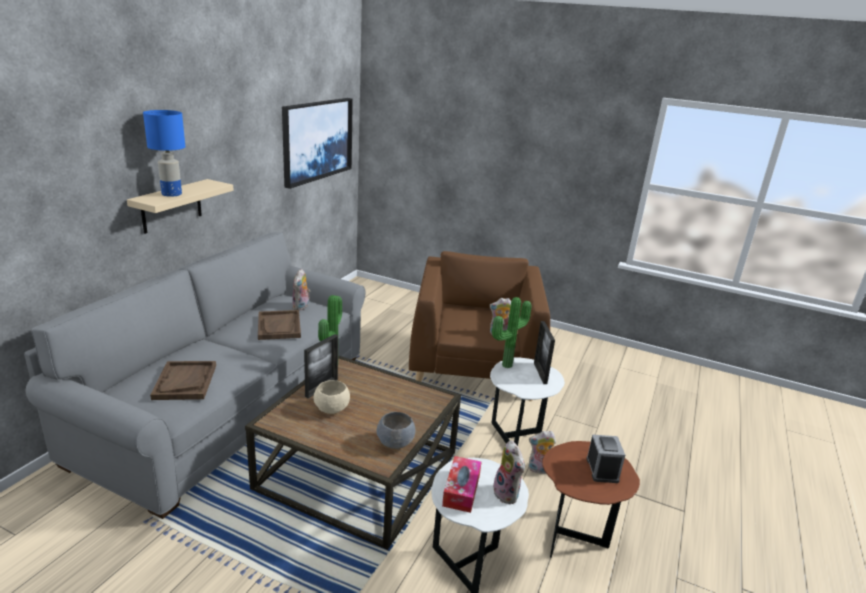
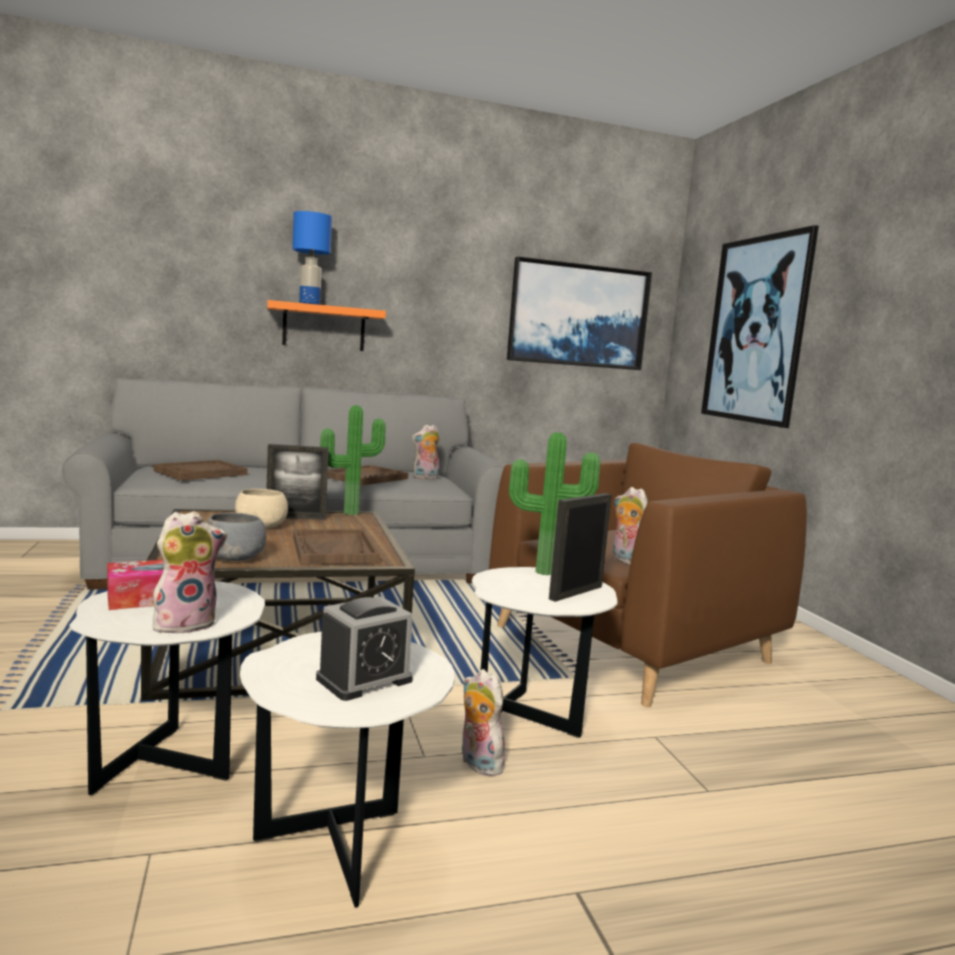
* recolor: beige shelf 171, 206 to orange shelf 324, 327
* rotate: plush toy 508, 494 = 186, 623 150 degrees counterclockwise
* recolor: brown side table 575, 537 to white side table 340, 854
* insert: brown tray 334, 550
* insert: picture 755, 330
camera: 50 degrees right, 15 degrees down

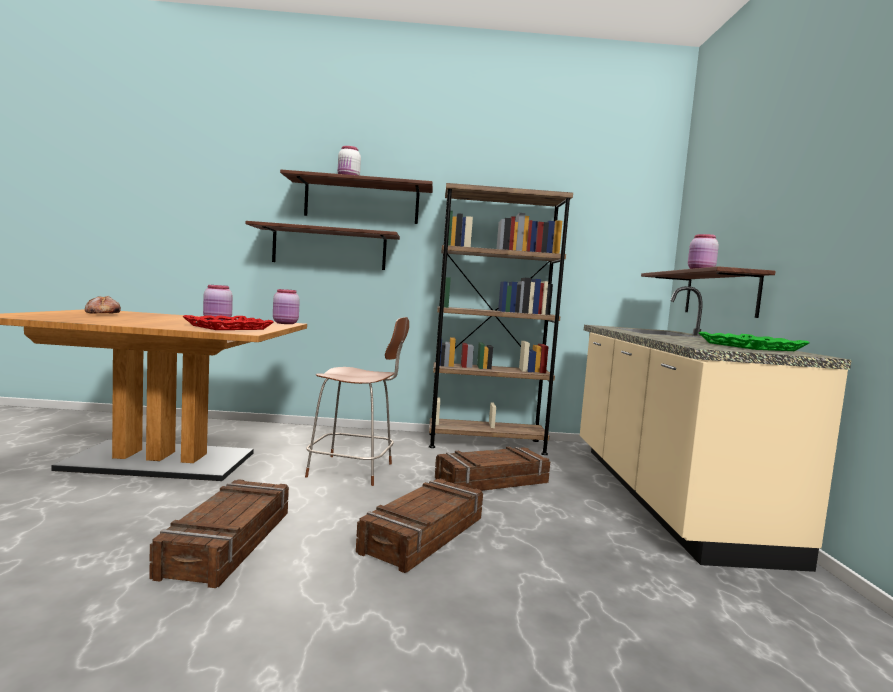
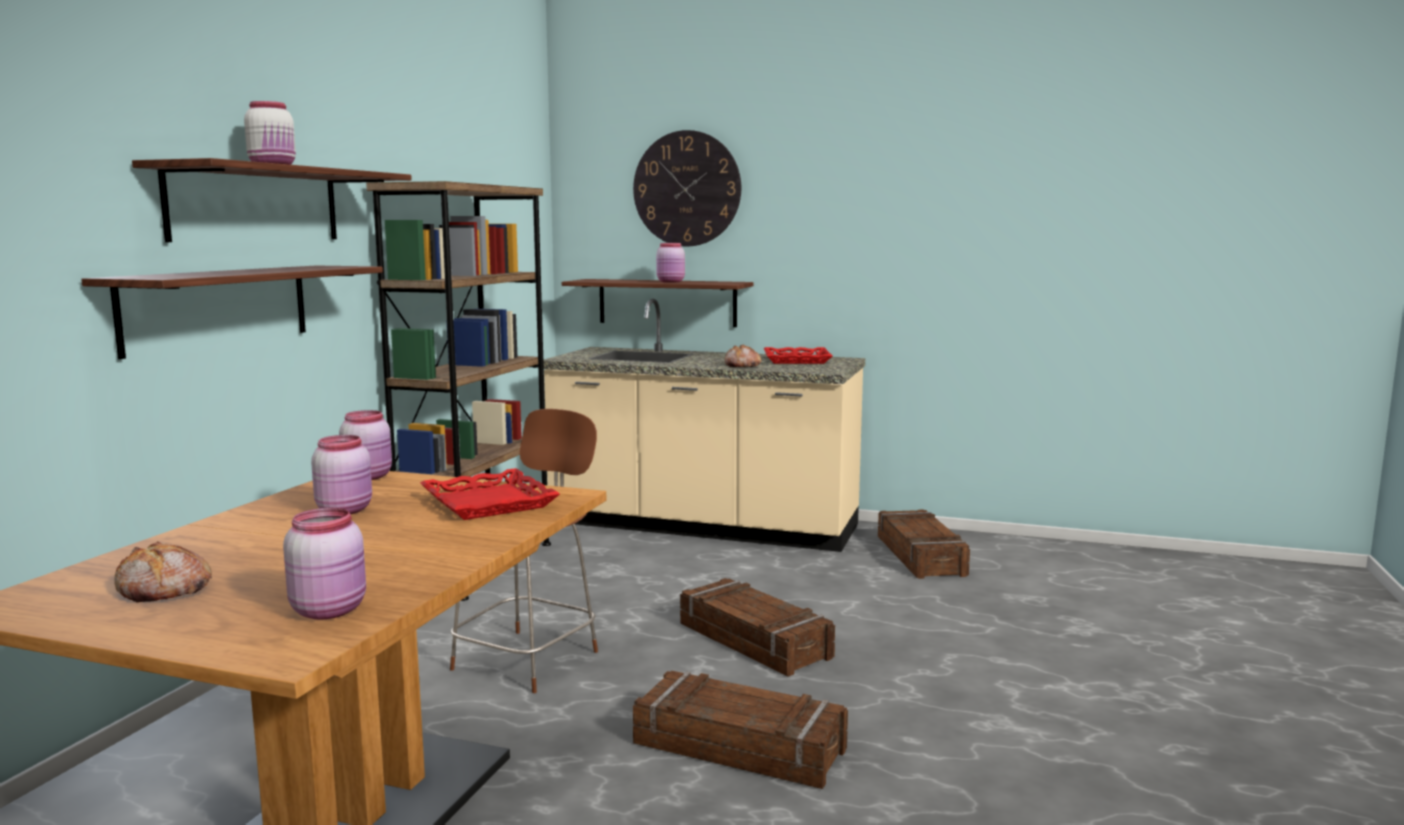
* move: crate 492, 481 to 921, 555
* recolor: green tray 751, 347 to red tray 797, 360
* insert: pink jar 331, 610
* insert: wall clock 687, 189
* insert: bread 742, 365
camera: 70 degrees left, 5 degrees up

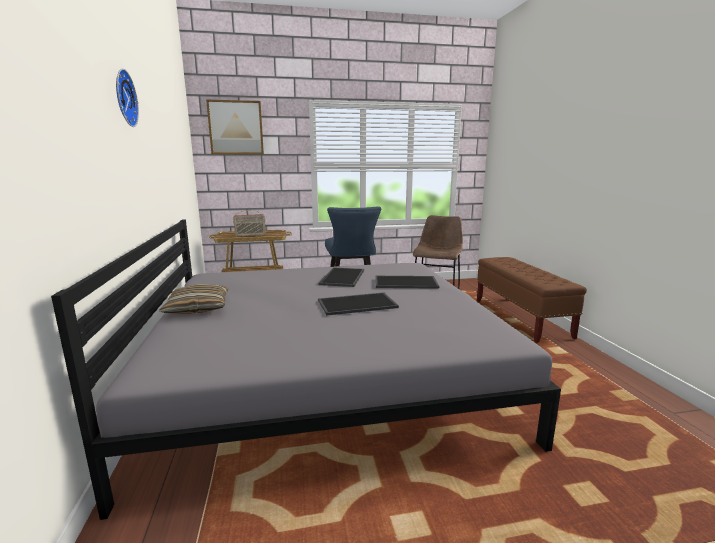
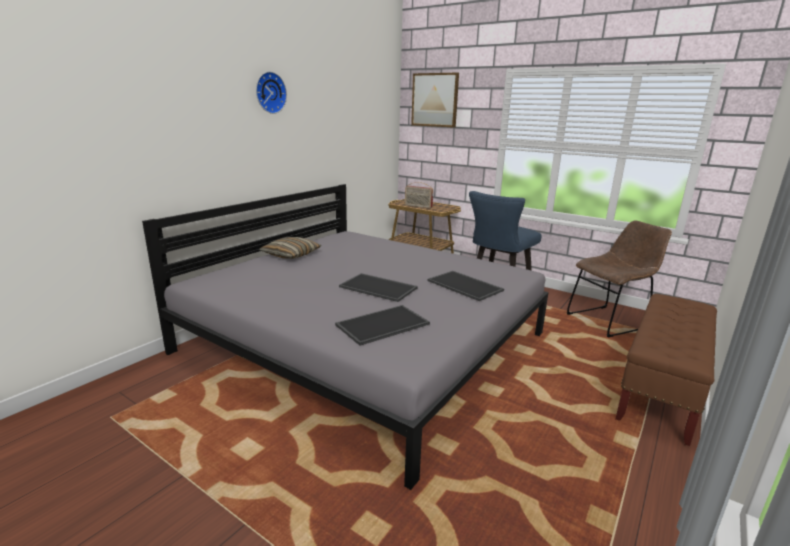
* move: tray 343, 277 to 382, 325
camera: 45 degrees right, 5 degrees up

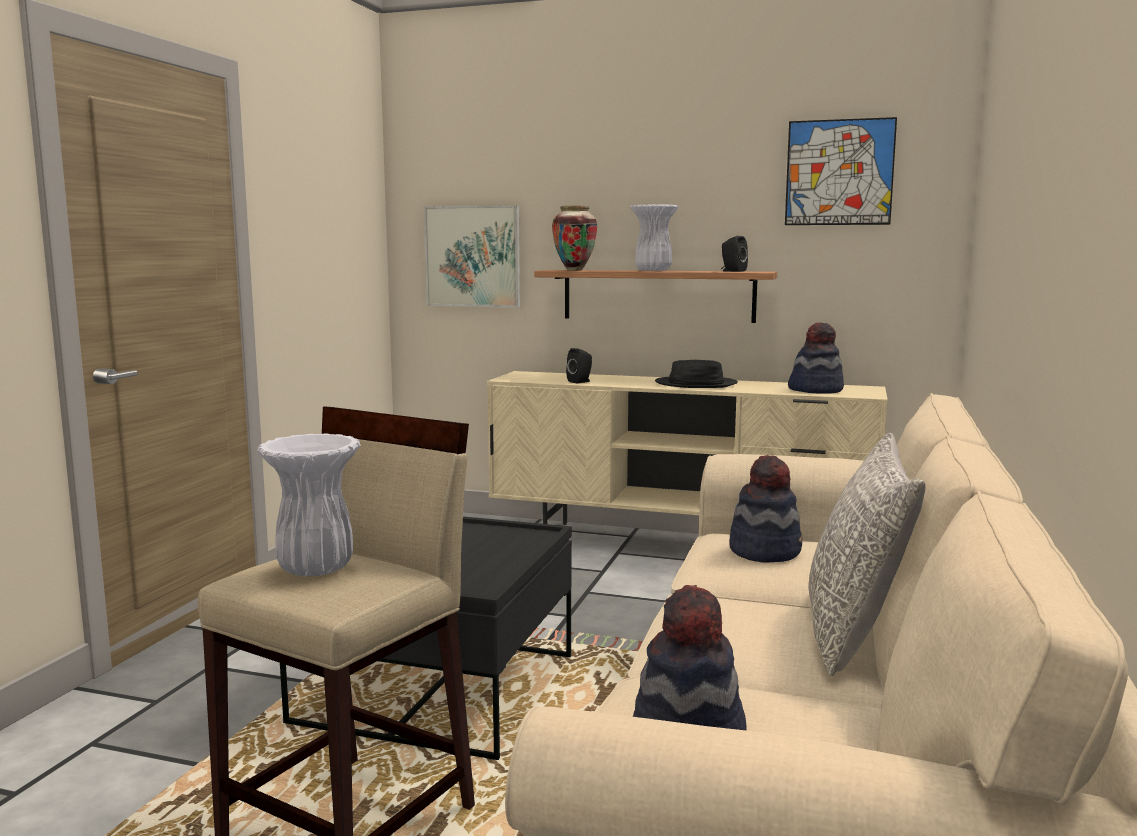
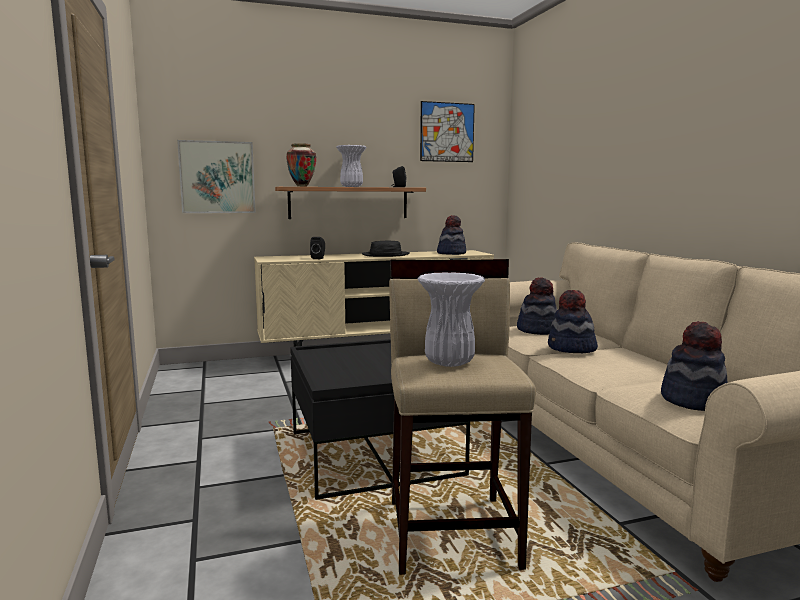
* delete: grey pillow 855, 633
* insert: hat 571, 349
camera: 35 degrees left, 0 degrees up

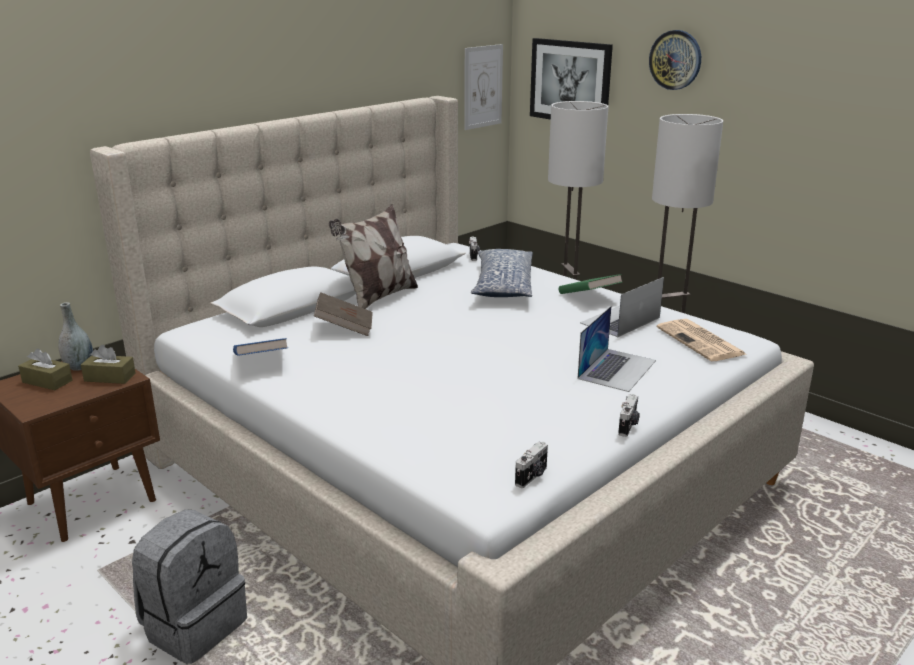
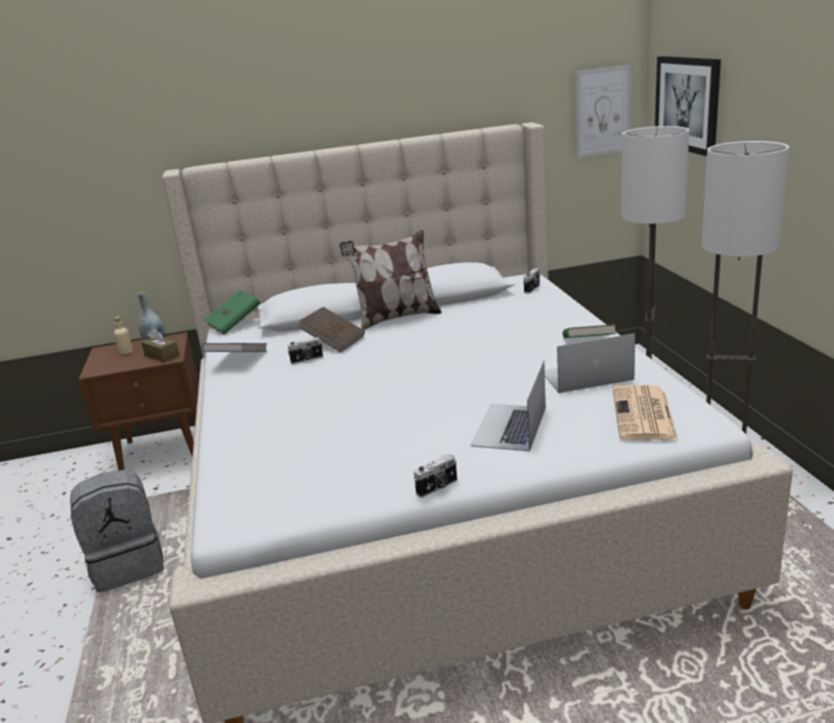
* replace: brown tissue box 47, 381 to beige bottle 126, 351
* delete: pillow 502, 285
* move: photo camera 532, 476 to 307, 359
* rotate: laptop 617, 369 = 509, 426 135 degrees clockwise
* delete: wall clock 675, 60
* insert: green book 235, 324
camera: 35 degrees right, 0 degrees up

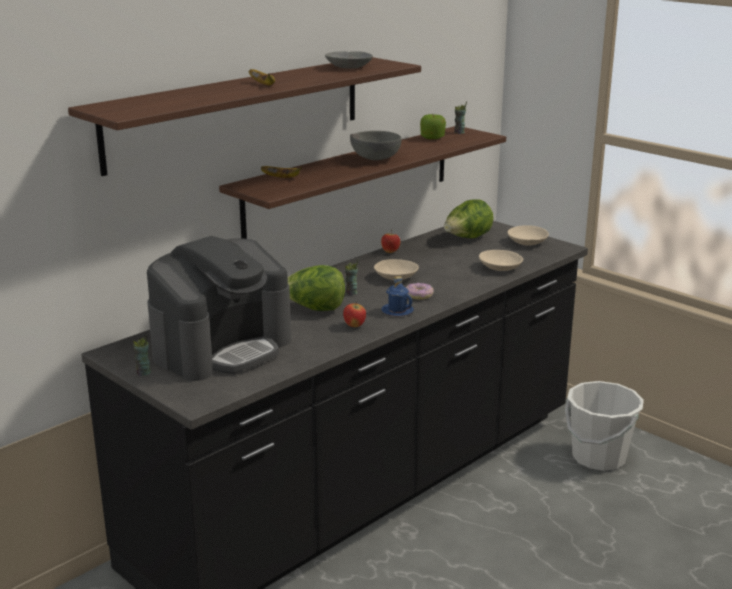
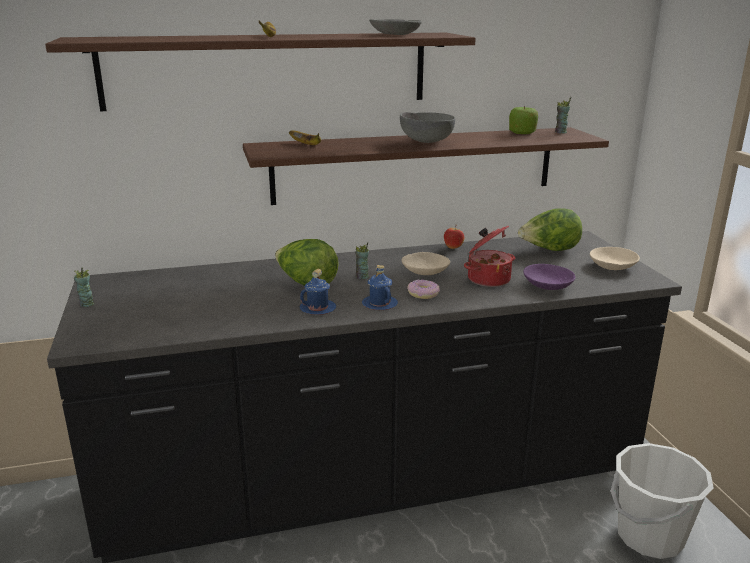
* delete: coffee machine 222, 348
* replace: apple 354, 326 to blue mug 318, 309
* recolor: beige bowl 500, 268 to purple bowl 548, 285
* insert: cooking pot 487, 279
camera: 30 degrees right, 0 degrees up

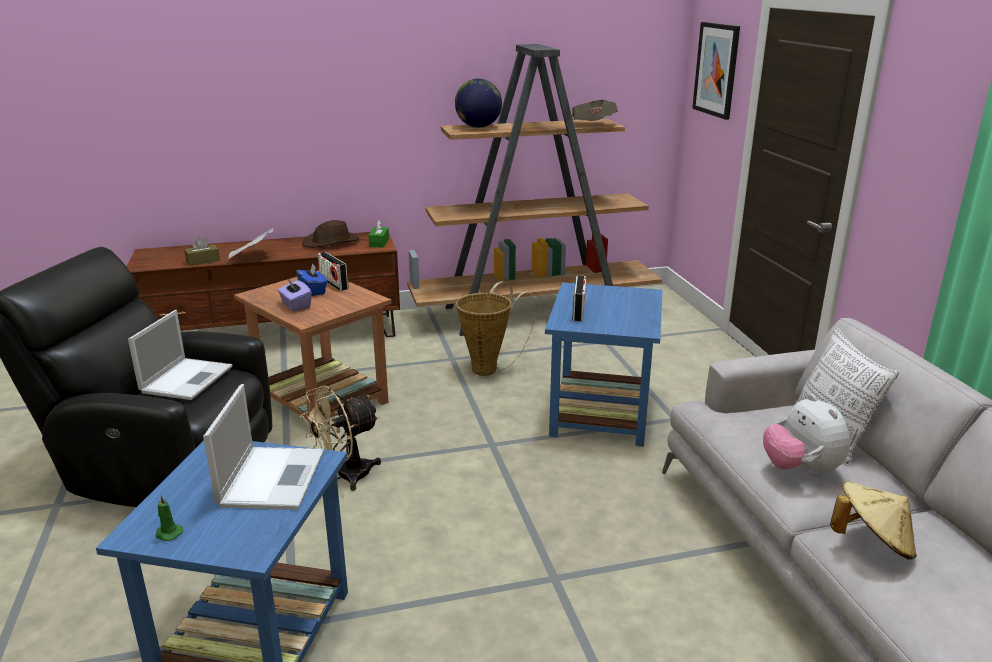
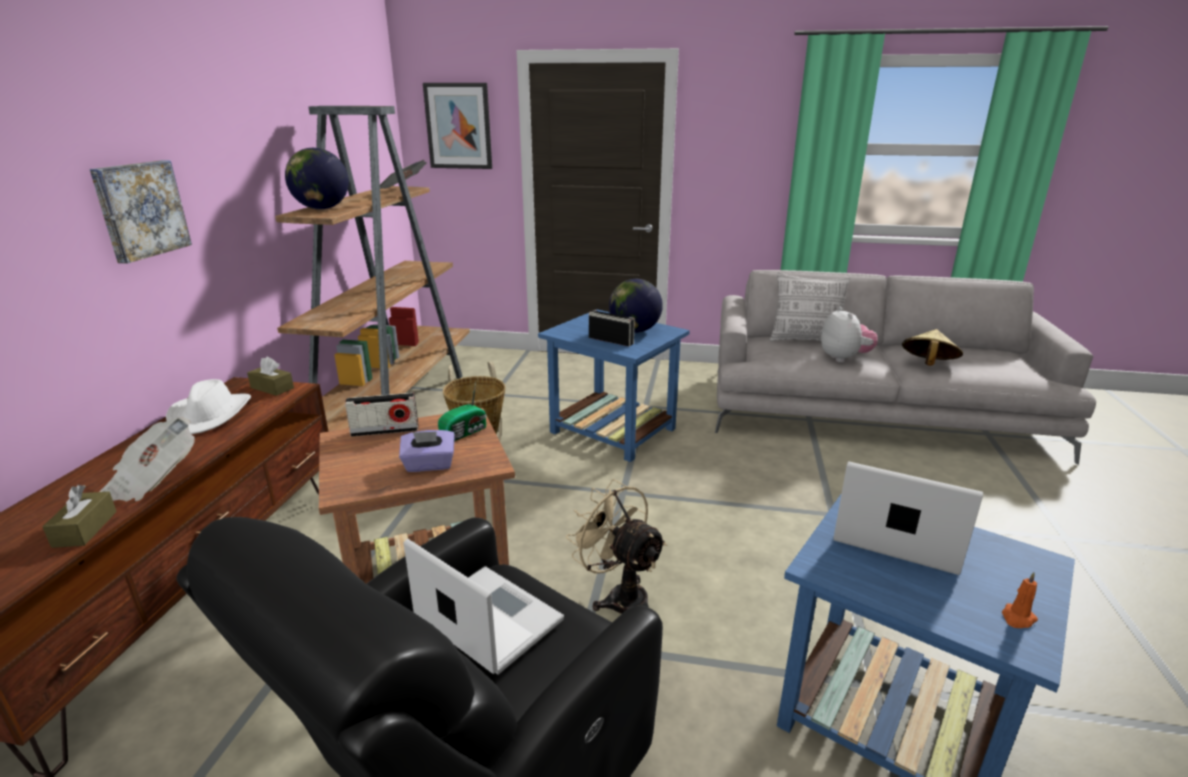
* recolor: green candle 168, 533 to orange candle 1017, 618
* delete: blue tissue box 313, 291
* rotate: beige fan 345, 476 = 620, 597 150 degrees clockwise
* recolor: brown hat 331, 242 to white hat 211, 415
* recolor: green tissue box 379, 243 to brown tissue box 272, 388
* rotate: plush toy 801, 469 = 844, 358 105 degrees counterclockwise
* insert: picture 140, 210
* insert: radio 465, 432
* insert: globe 635, 331
camera: 65 degrees left, 0 degrees up

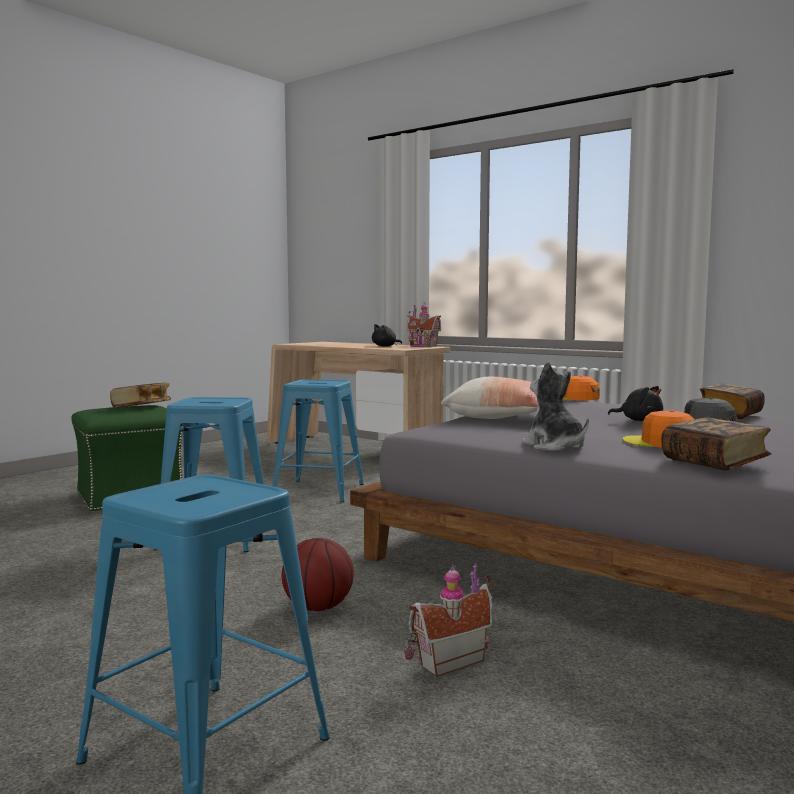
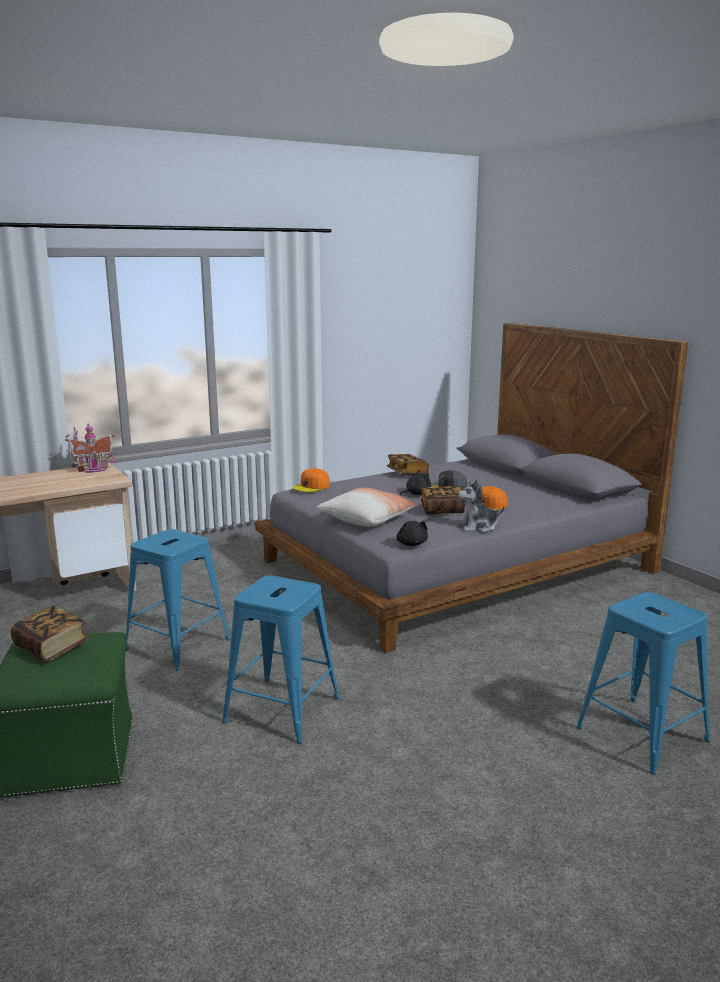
* delete: basketball 318, 608
* move: black plush toy 385, 346 to 411, 544
* delete: toy house 447, 661
* move: book 714, 463 to 442, 510
camera: 70 degrees left, 10 degrees up

